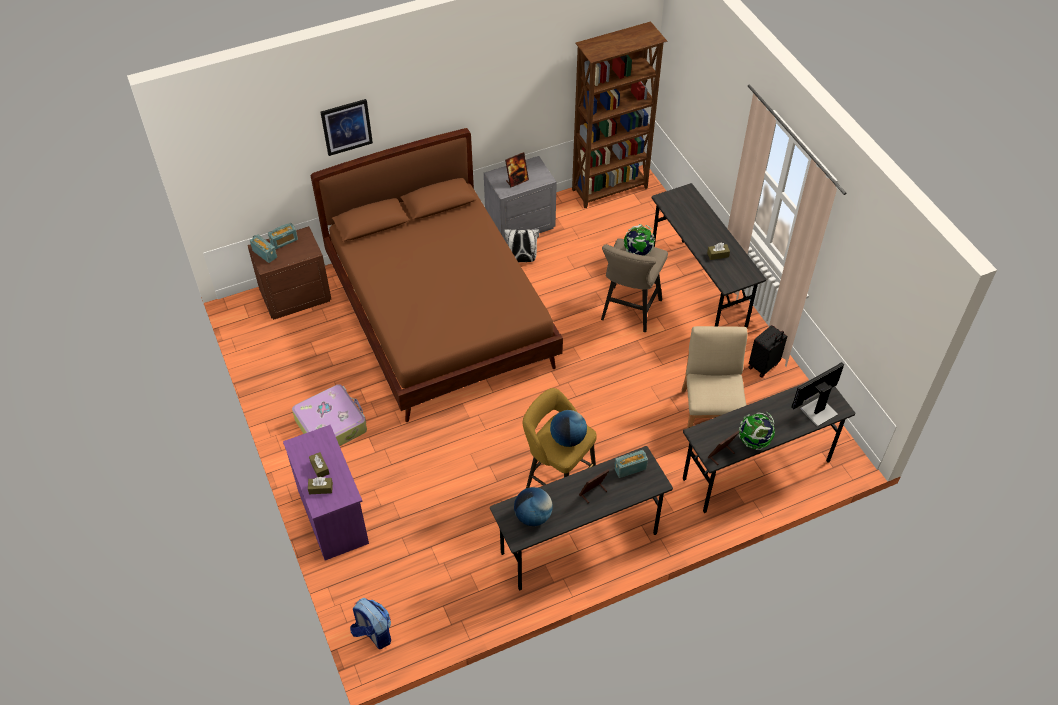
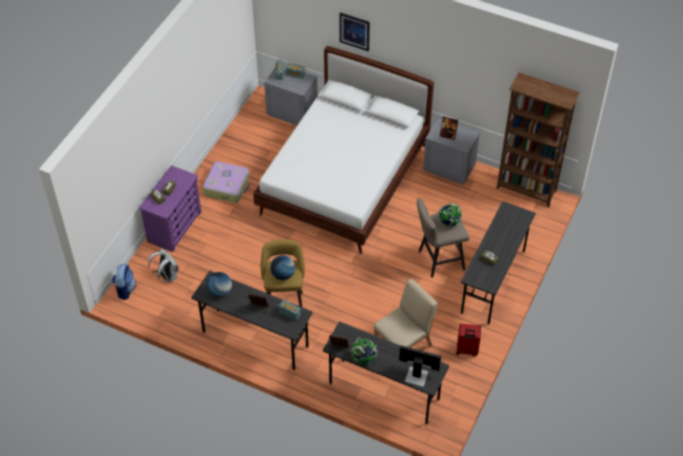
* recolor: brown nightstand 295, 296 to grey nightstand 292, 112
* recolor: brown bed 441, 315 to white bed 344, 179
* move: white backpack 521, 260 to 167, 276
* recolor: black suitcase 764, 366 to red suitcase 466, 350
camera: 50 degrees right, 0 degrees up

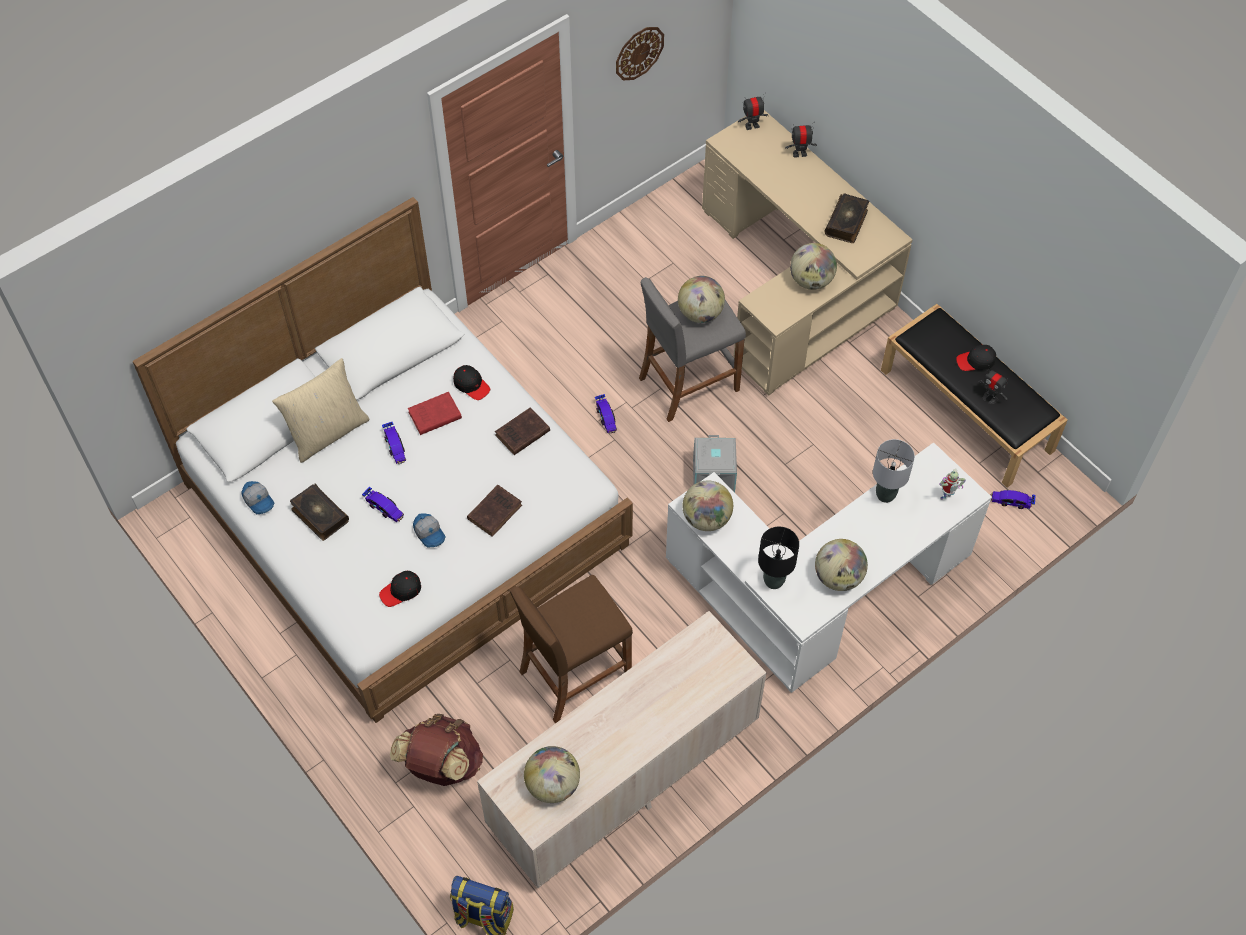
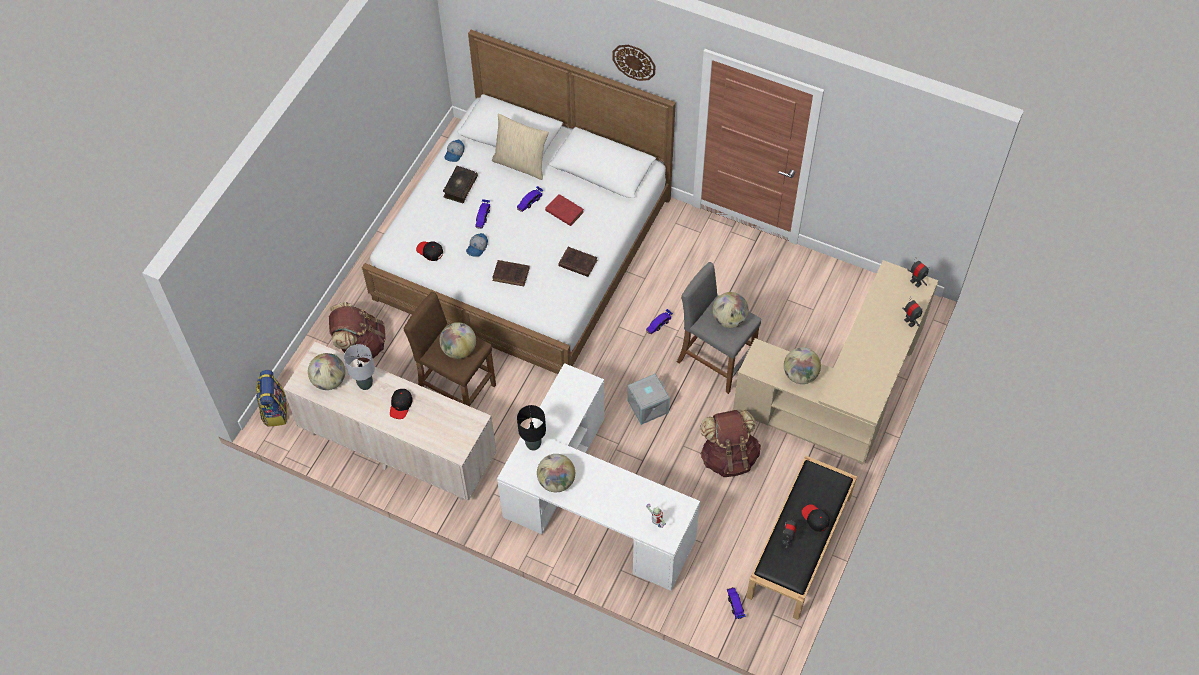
* move: black cap 471, 385 to 401, 405
* move: wall clock 639, 53 to 634, 62
* move: globe 706, 518 to 459, 350
* delete: book 847, 223
* move: grey table lamp 885, 495 to 365, 384
* insert: brown backpack 728, 457
camera: 65 degrees right, 0 degrees up

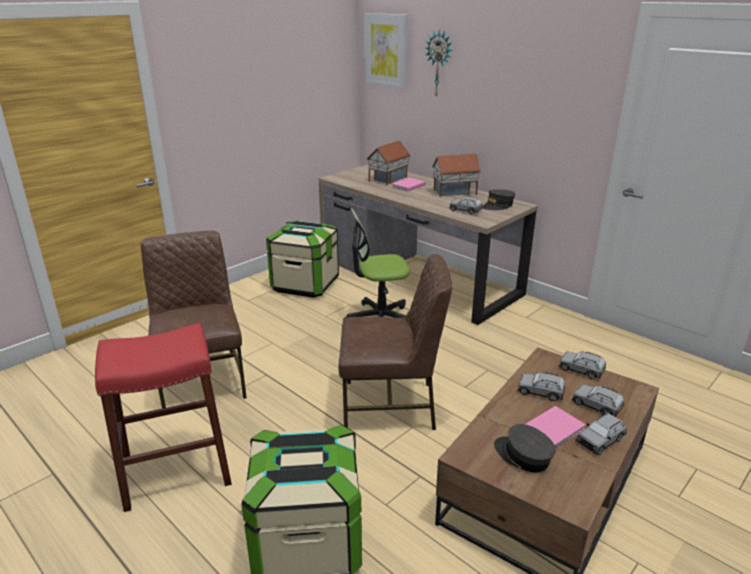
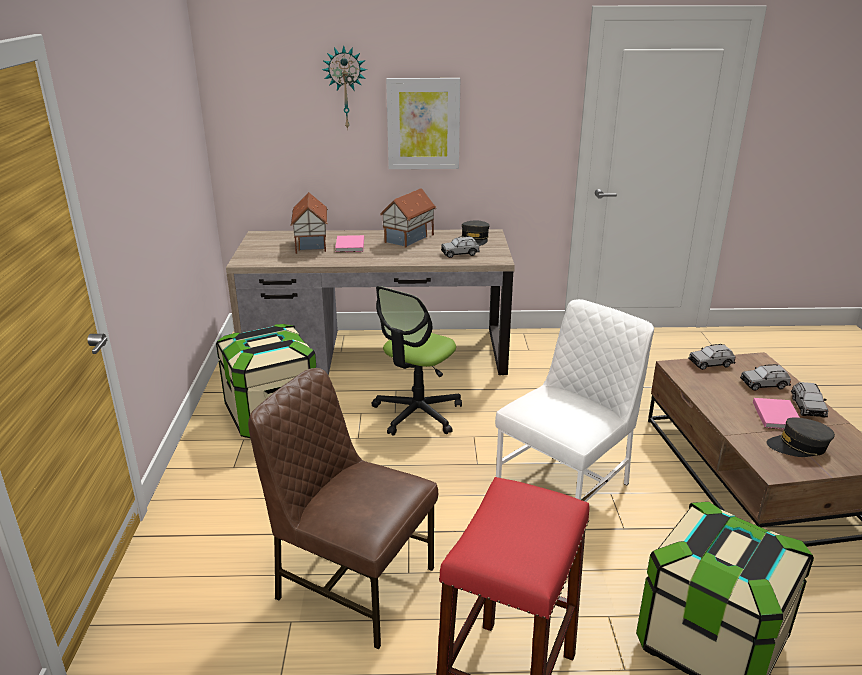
* recolor: brown chair 391, 406 to white chair 566, 486
* move: picture 386, 50 to 423, 124
* delete: grey toy car 540, 392
camera: 45 degrees left, 0 degrees up

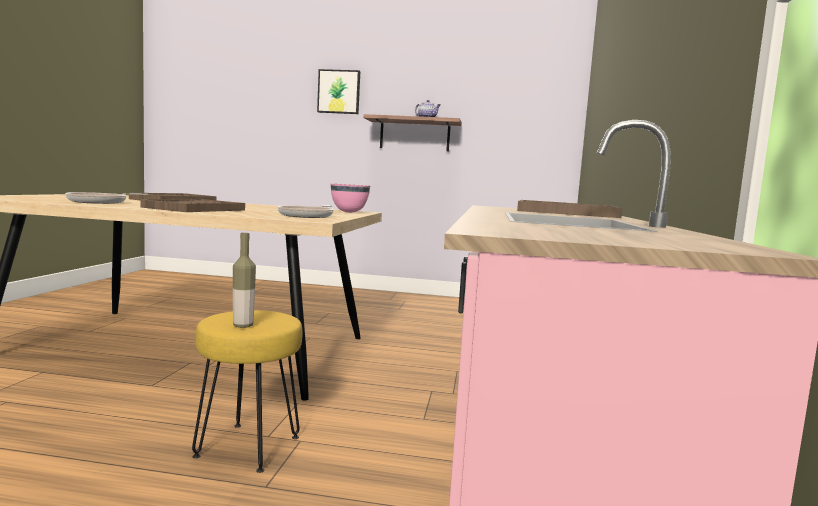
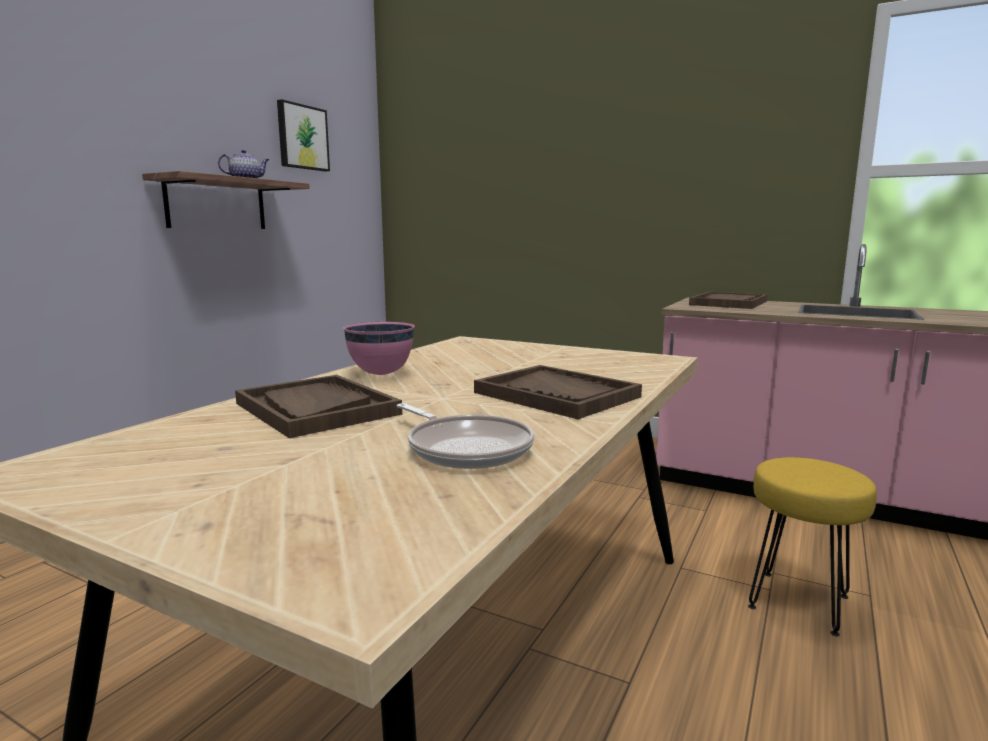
* delete: bottle 243, 326
* delete: frying pan 307, 216
* move: picture 339, 92 to 302, 137
* move: pink bowl 349, 212 to 380, 374
camera: 70 degrees left, 5 degrees up

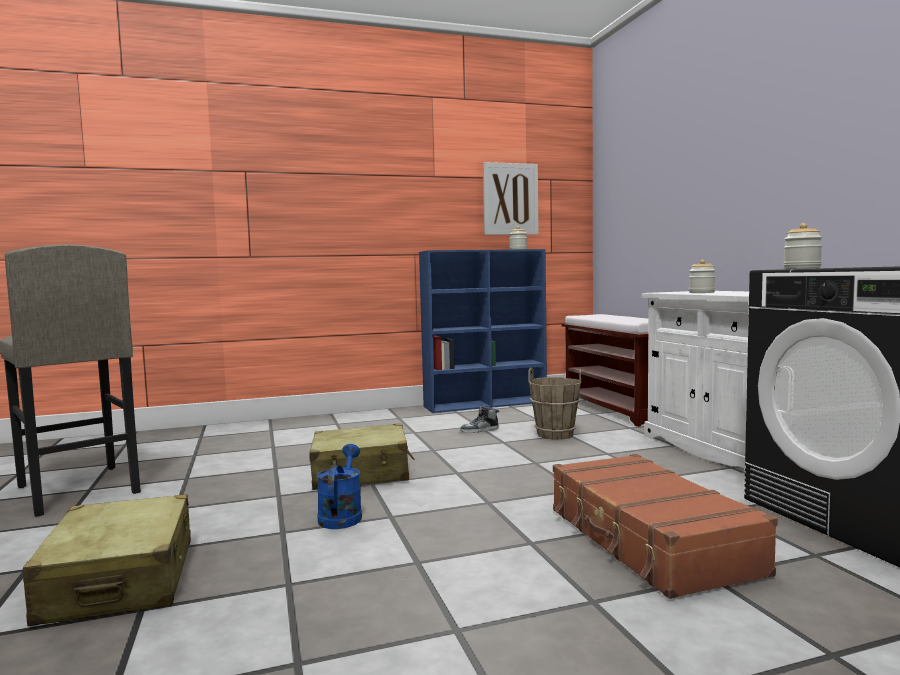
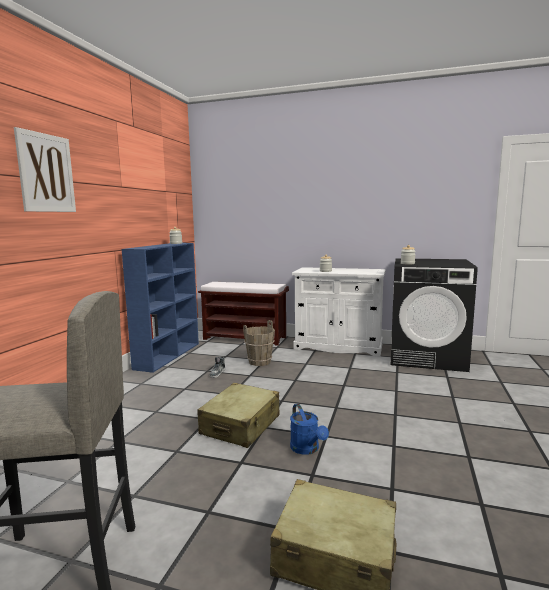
* rotate: blue watering can 341, 515 = 307, 449 150 degrees counterclockwise
* move: picture 510, 199 to 46, 173
* delete: brown suitcase 648, 541
camera: 55 degrees left, 5 degrees up

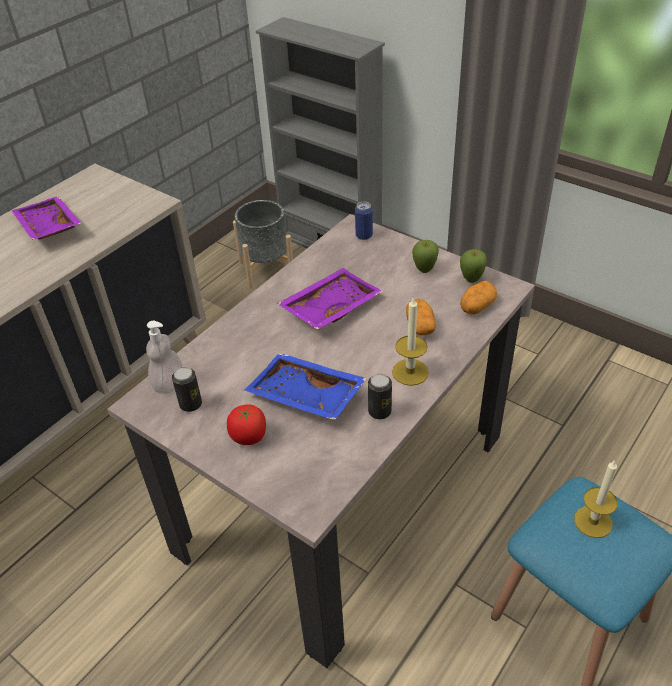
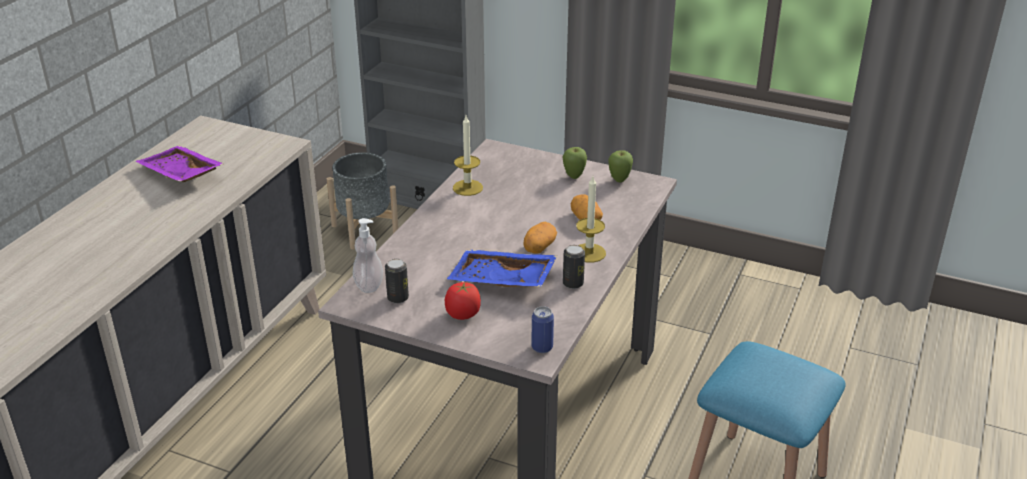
* delete: purple tray 329, 307
* move: can 364, 235 to 542, 347
* move: potato 477, 306 to 539, 247
* move: candle 593, 521 to 467, 188
camera: 15 degrees left, 10 degrees down

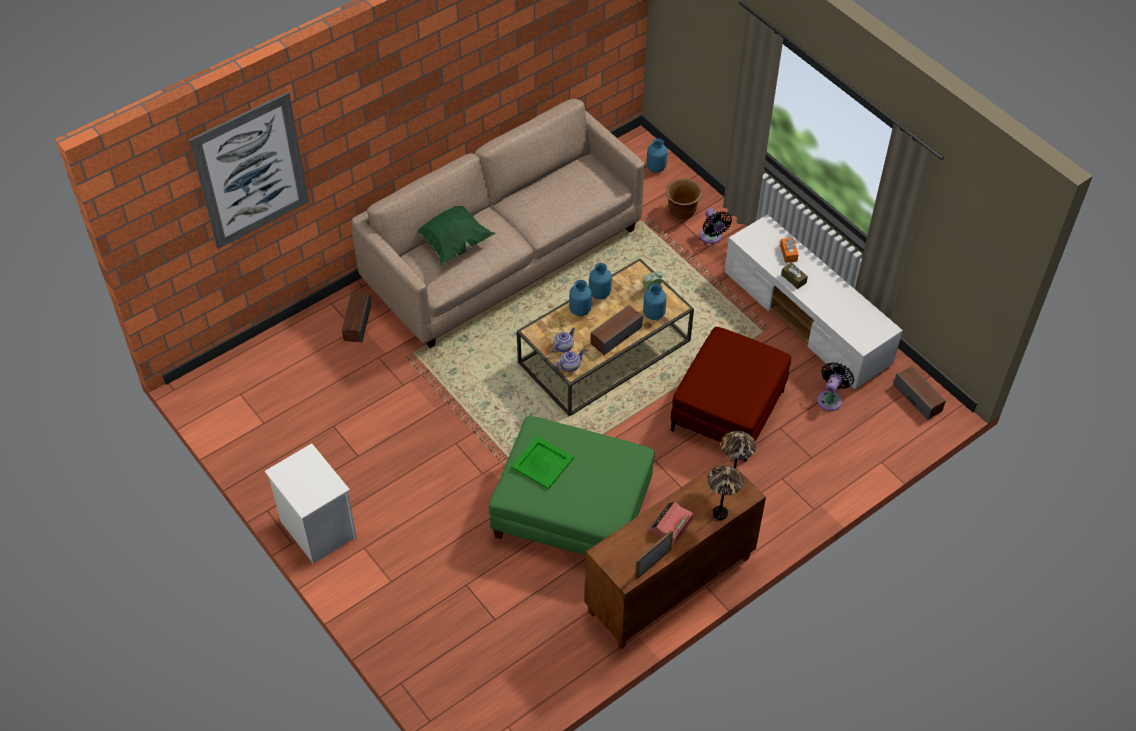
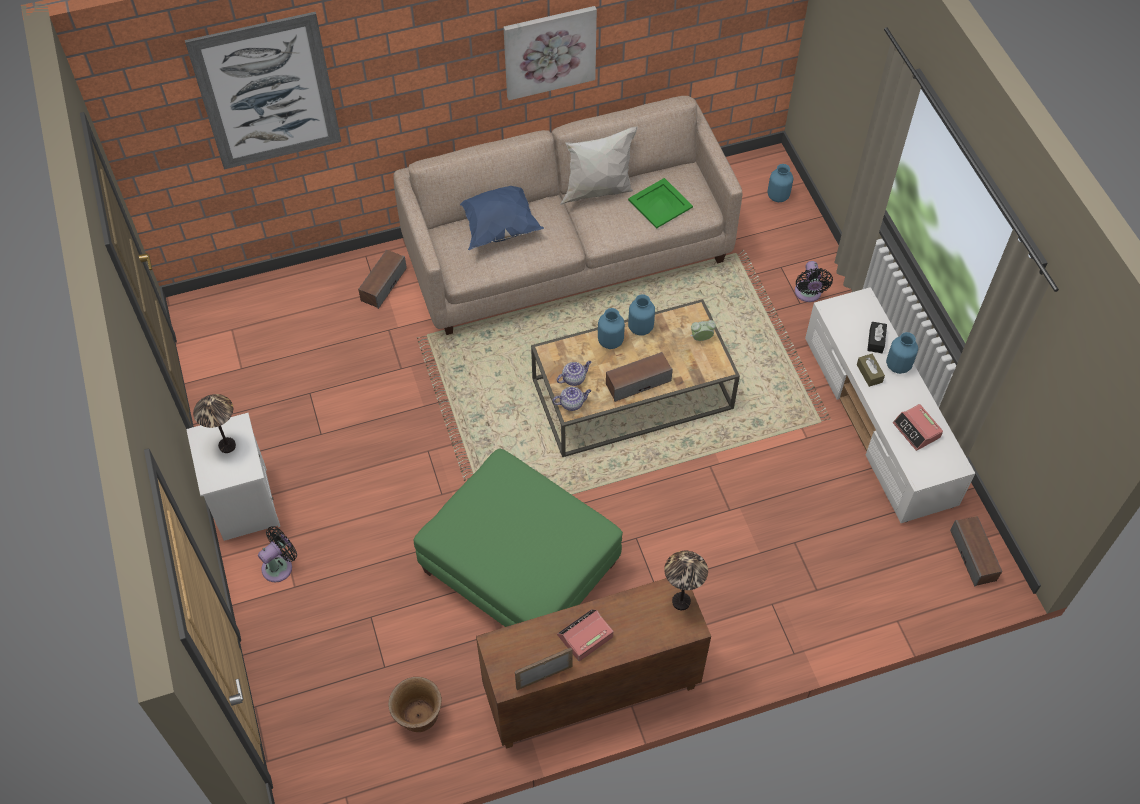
* recolor: green pillow 452, 243 to blue pillow 498, 226
* move: green tray 542, 463 to 660, 204
* move: blue vase 654, 314 to 898, 365
* move: brown planter 682, 212 to 419, 717
* delete: red ottoman 728, 411
* move: table lamp 720, 513 to 228, 446
* recolor: orange tissue box 788, 253 to black tissue box 876, 341
* move: black fan 830, 398 to 280, 566
* insert: picture 549, 51
* insert: white pillow 598, 191
* insert: alarm clock 916, 430
camera: 20 degrees right, 5 degrees up

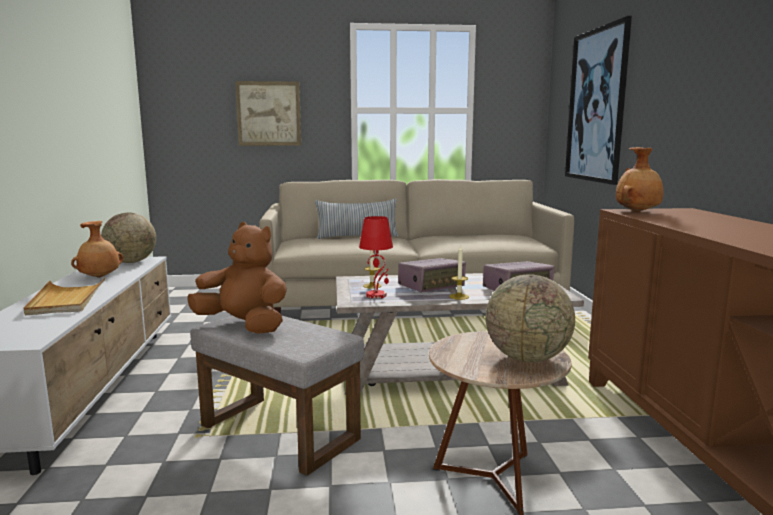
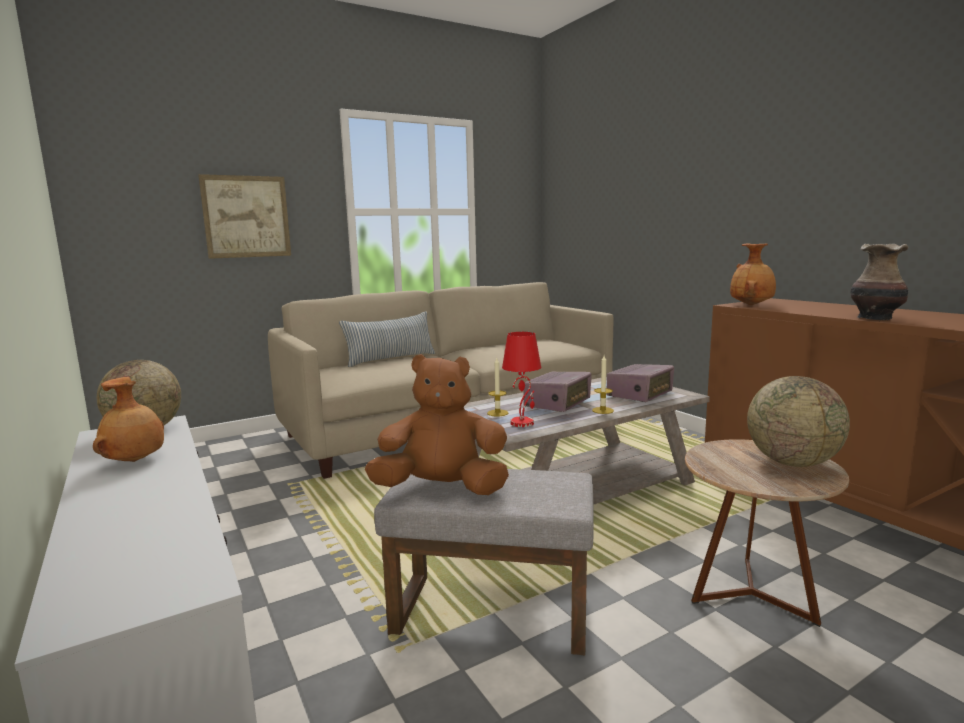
* delete: beige tray 67, 300
* delete: picture 596, 105
* insert: vase 874, 318
camera: 25 degrees left, 0 degrees up

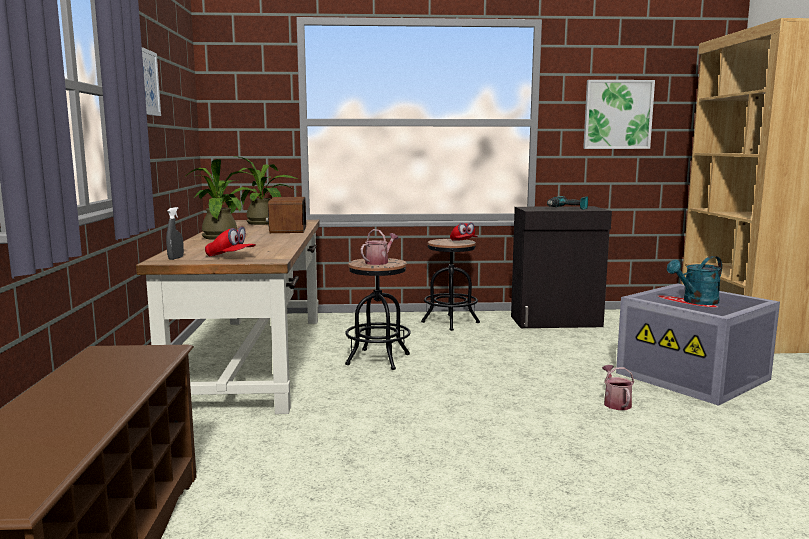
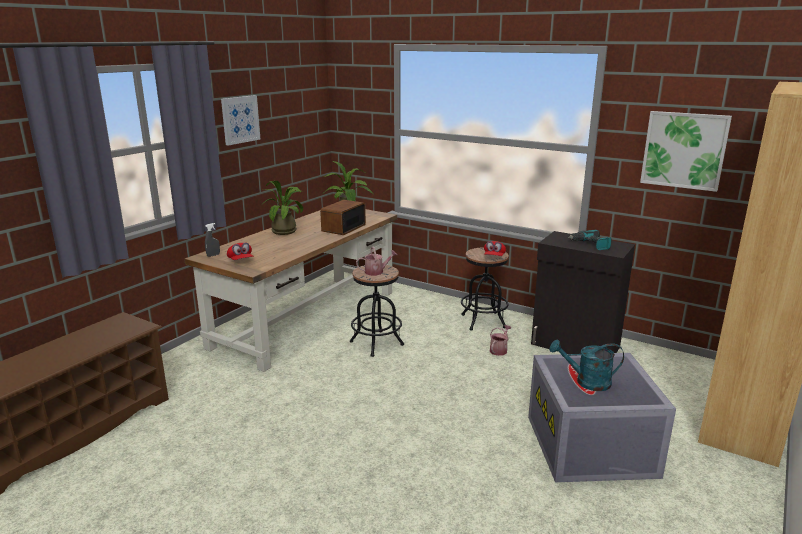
* move: watering can 615, 403 to 499, 350
camera: 35 degrees right, 10 degrees up

